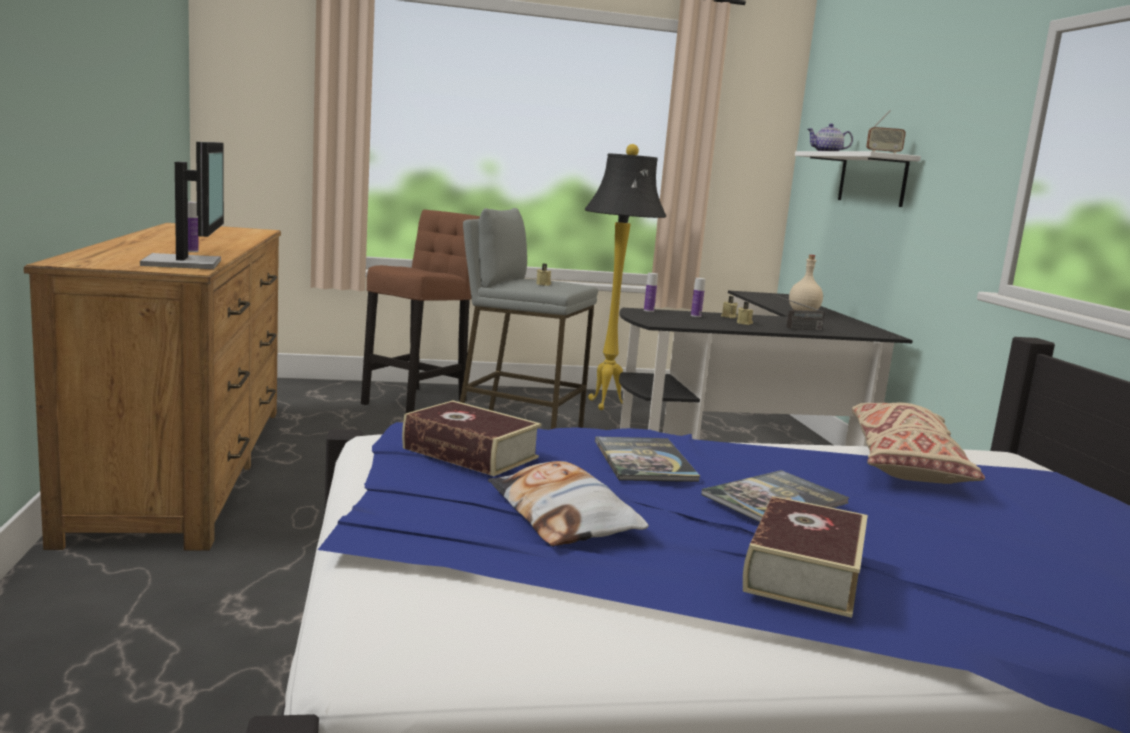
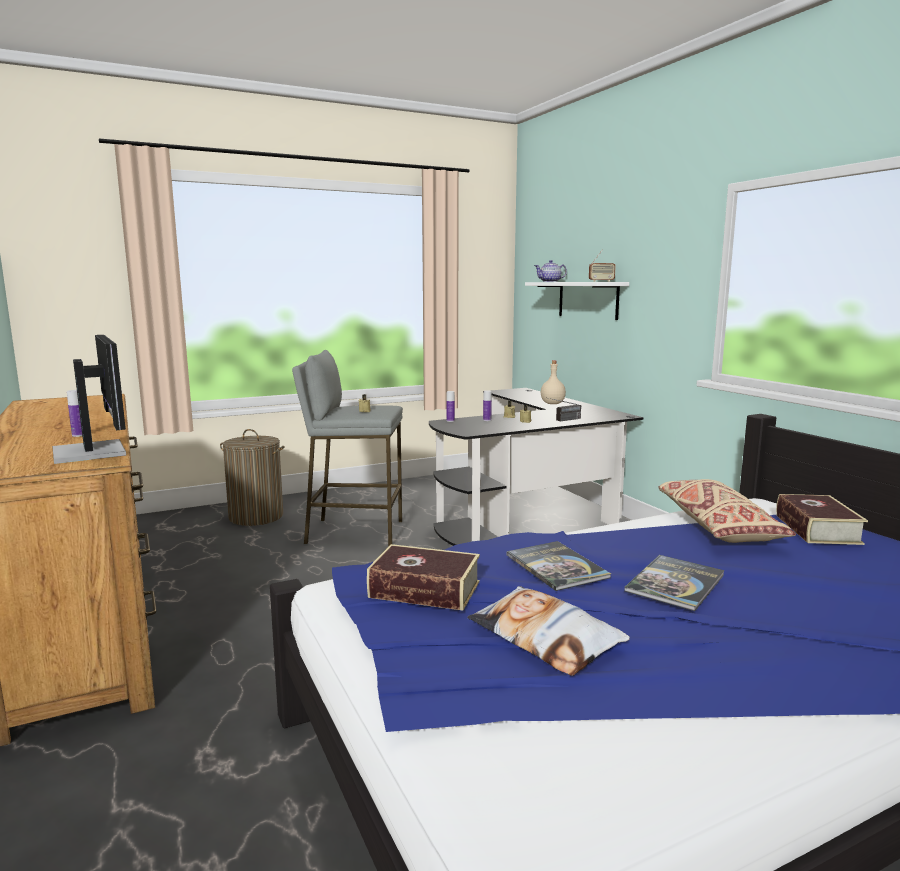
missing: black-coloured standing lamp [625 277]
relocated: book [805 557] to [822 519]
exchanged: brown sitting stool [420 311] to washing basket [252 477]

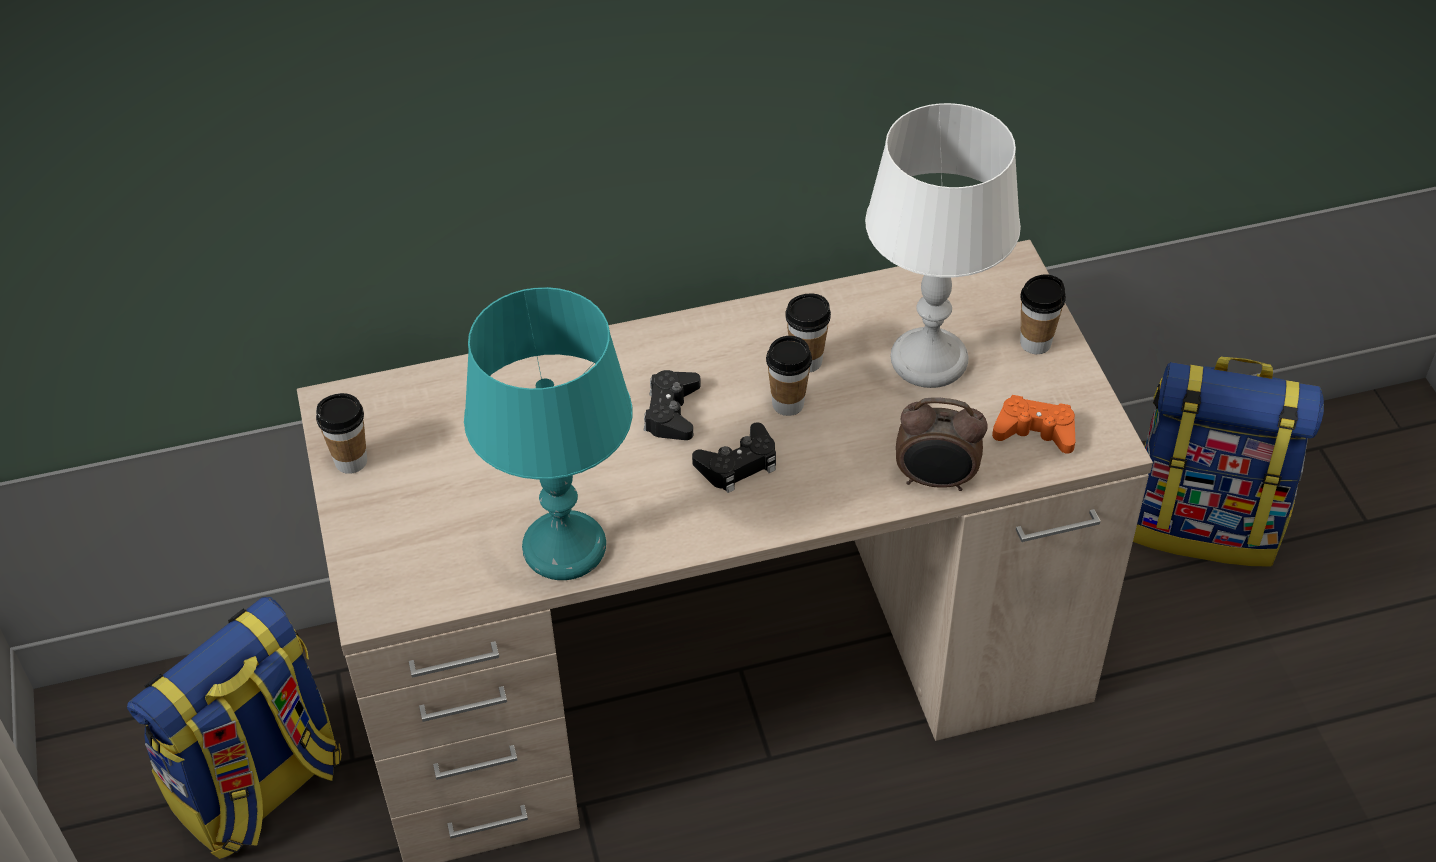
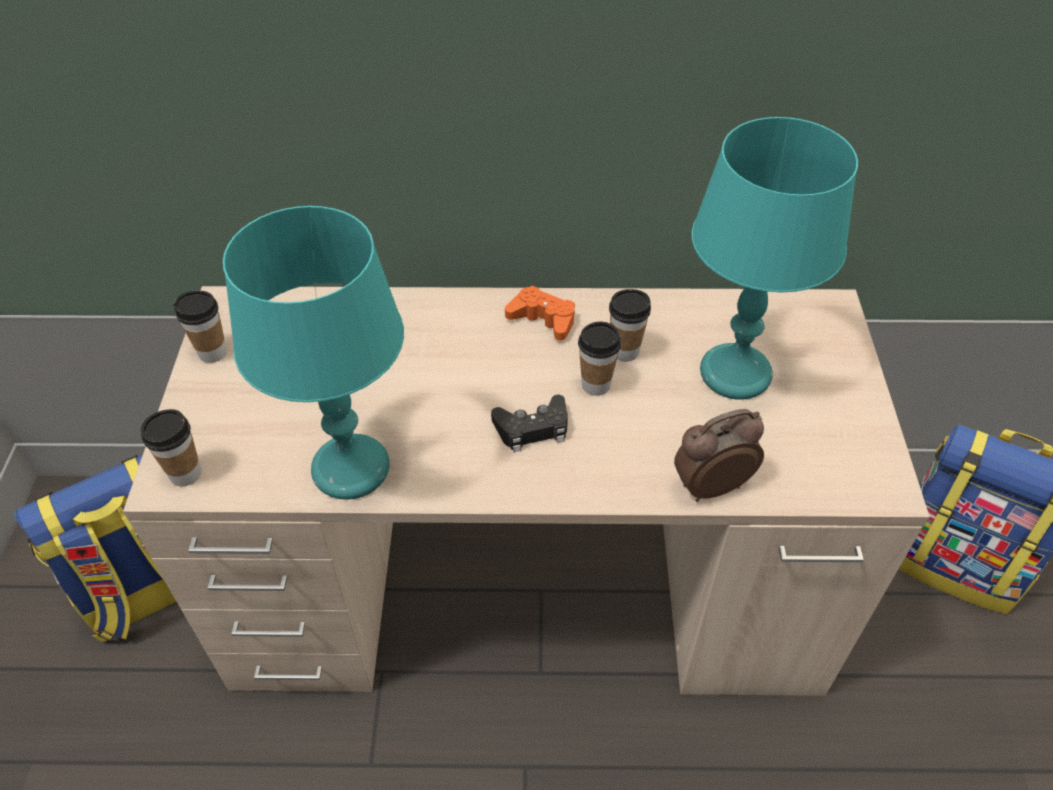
missing: black-coloured game controller [672 405]
relocated: orange-coloured game controller [1034 424] to [540 313]; drinking cup [1043 314] to [171 447]
colour: white-coloured table lamp [943 245] to turquoise table lamp [774 258]
spun: bedside clock [941 444] = [719 455] 135 degrees clockwise

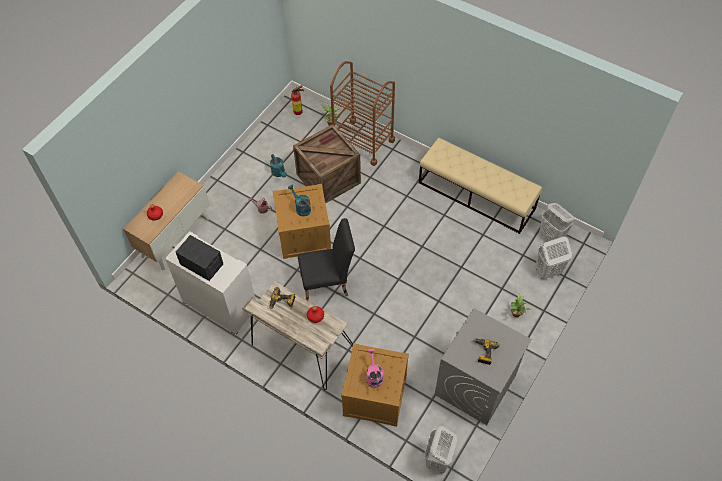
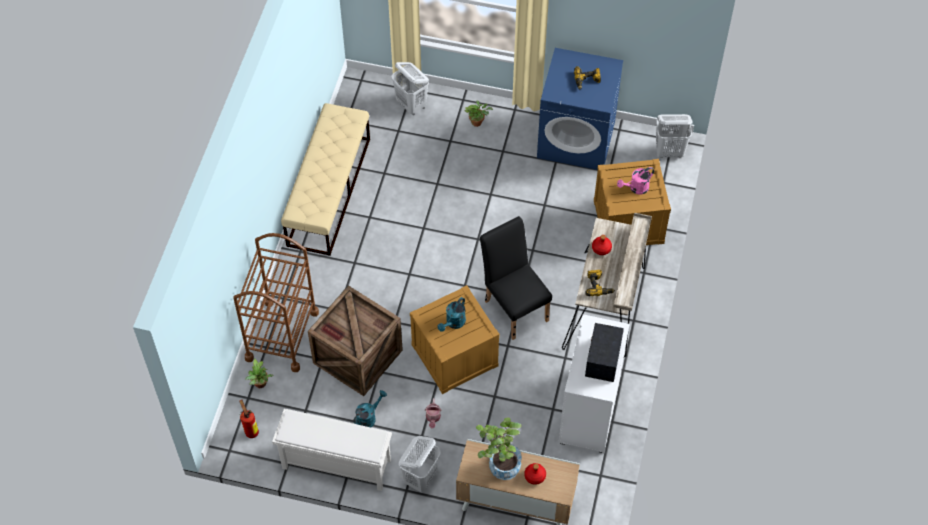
appeared: white-coloured shoe rack [332 450]; potted plant [499 448]
relocated: white-coloured washing basket [557 222] to [420 464]
colour: grey laundry appliance [483 366] to blue-coloured laundry appliance [580 109]

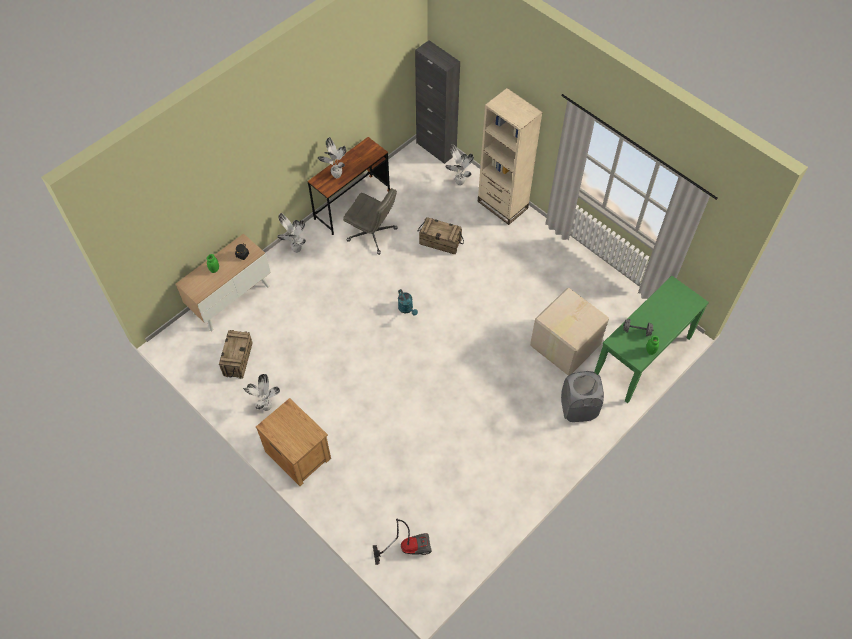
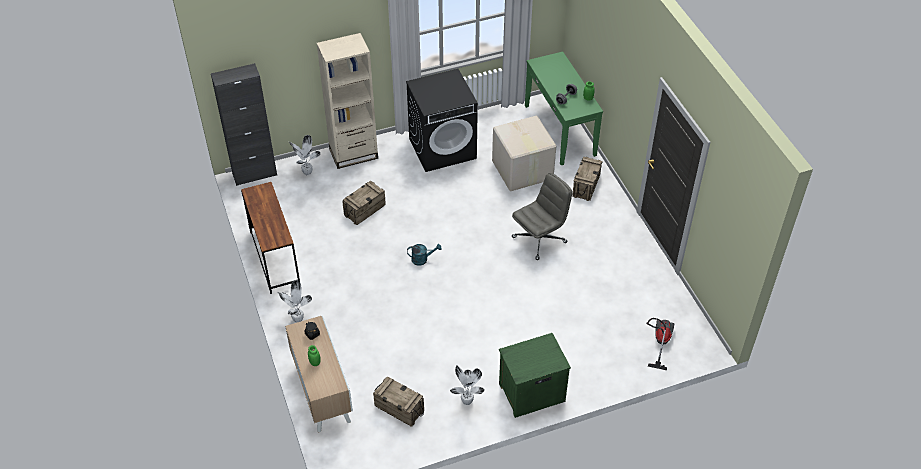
missing: potted plant [332 157]
appeared: black-coloured laundry appliance [442 120]
relocated: grey desk chair [370 221] to [542 216]
exchanged: grey washing basket [582 396] to crate [587 178]
colour: brown bedside table [293 442] to green-coloured bedside table [535 375]

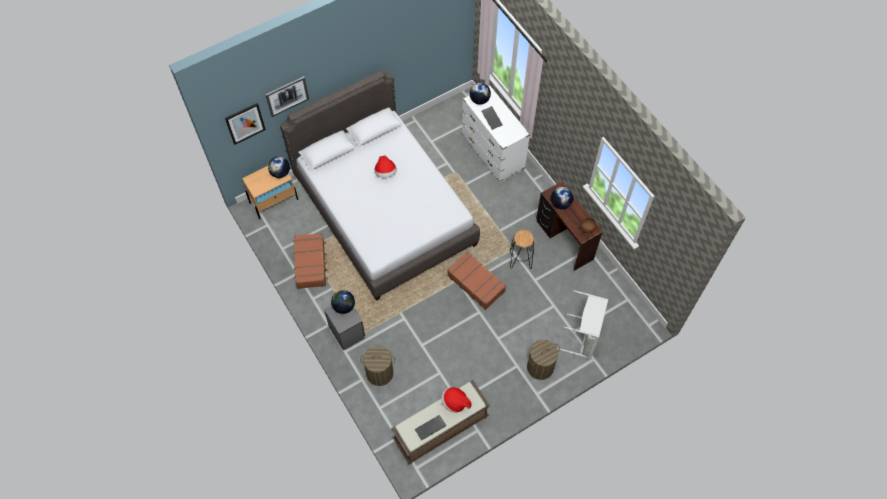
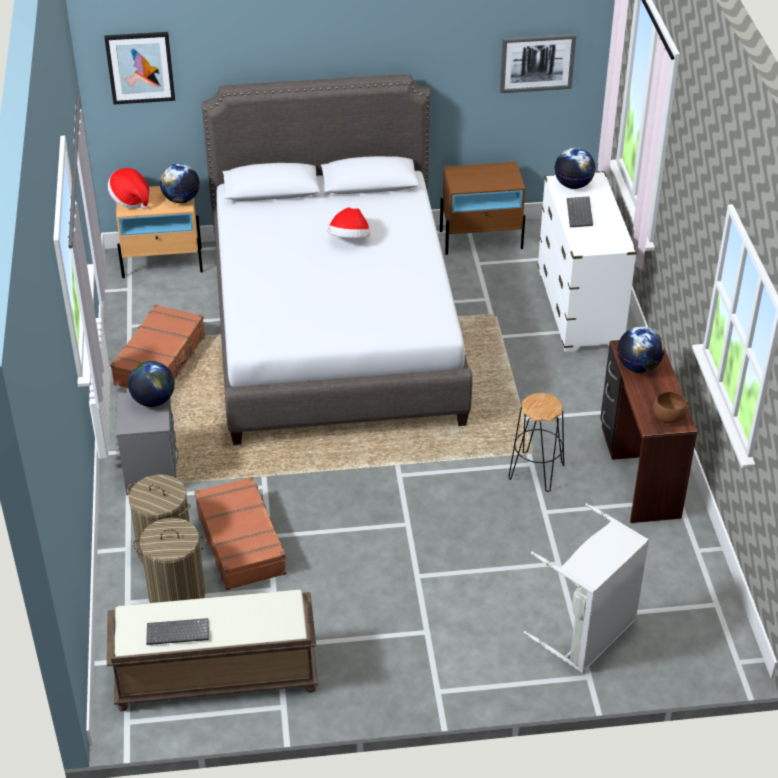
appeared: brown bedside table [482 208]
relocated: wall art [287 96] to [538 63]; wearable hat [456 400] to [129 189]; brown piece of luggage [476 281] to [241 533]; washing basket [543 360] to [169 560]

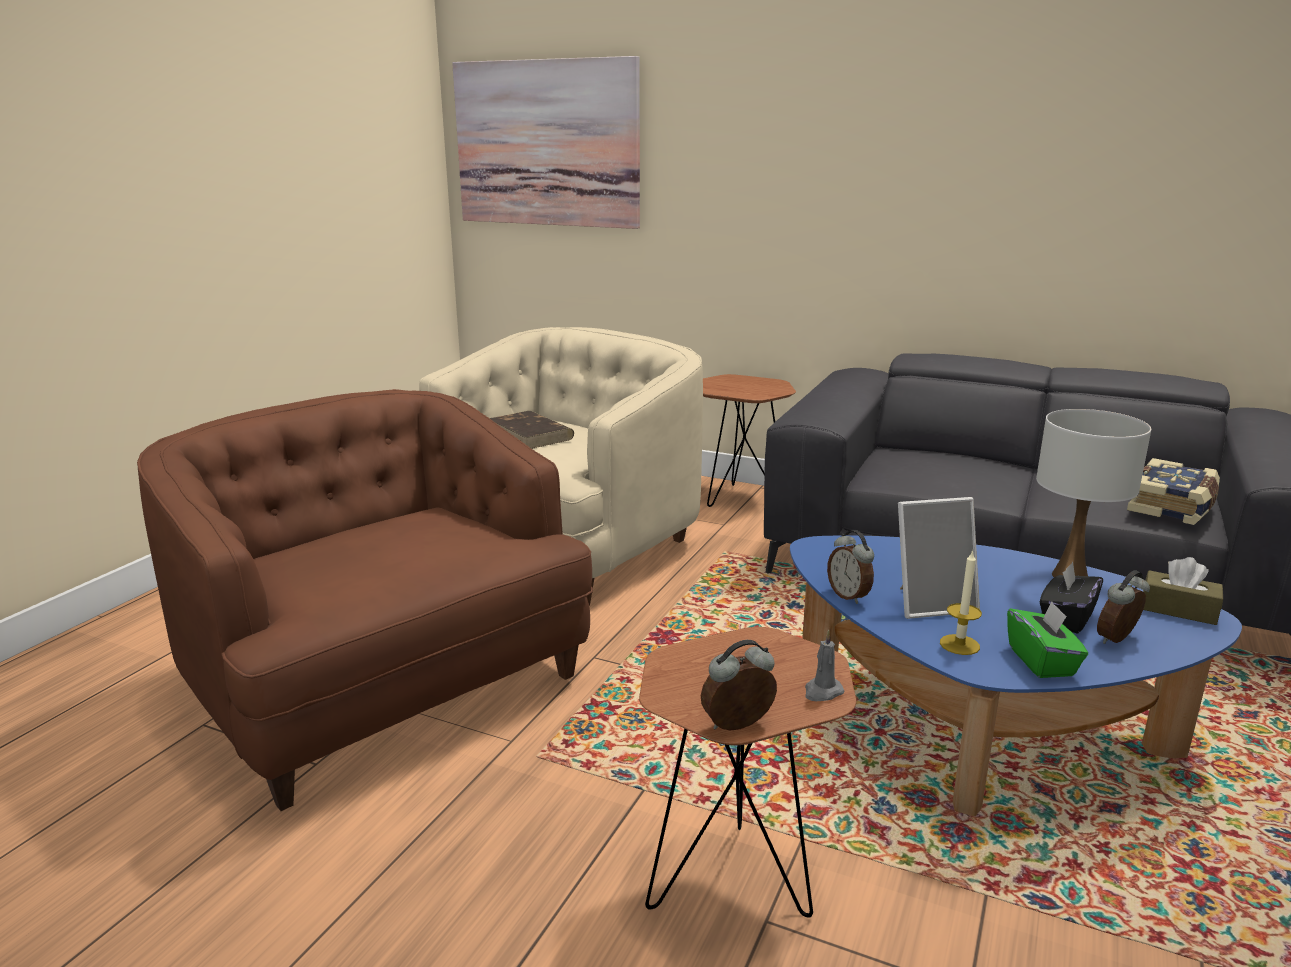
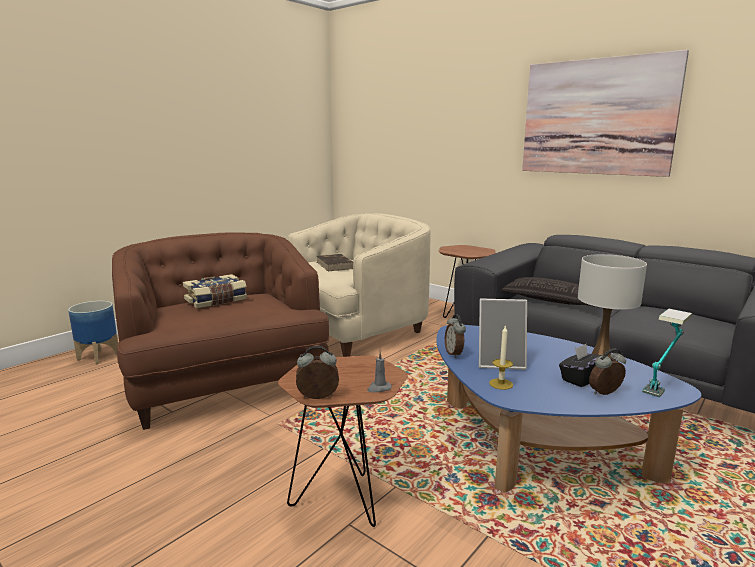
missing: green-coloured tissue box [1047 639]
appeared: plant pot [93 332]; cushion [551 292]
relocated: wall art [546 142] to [605 113]; book [1173 491] to [215 291]
exchanged: brown tissue box [1183 591] to table lamp [667 353]

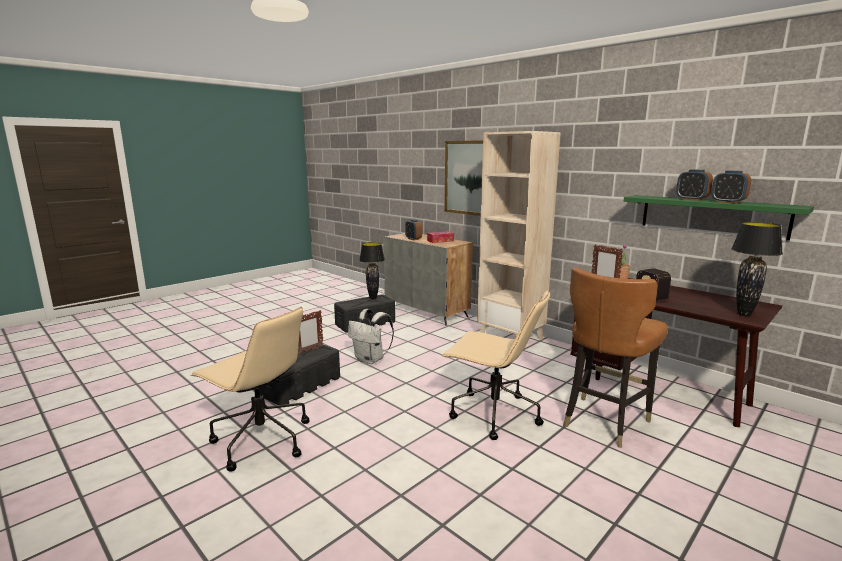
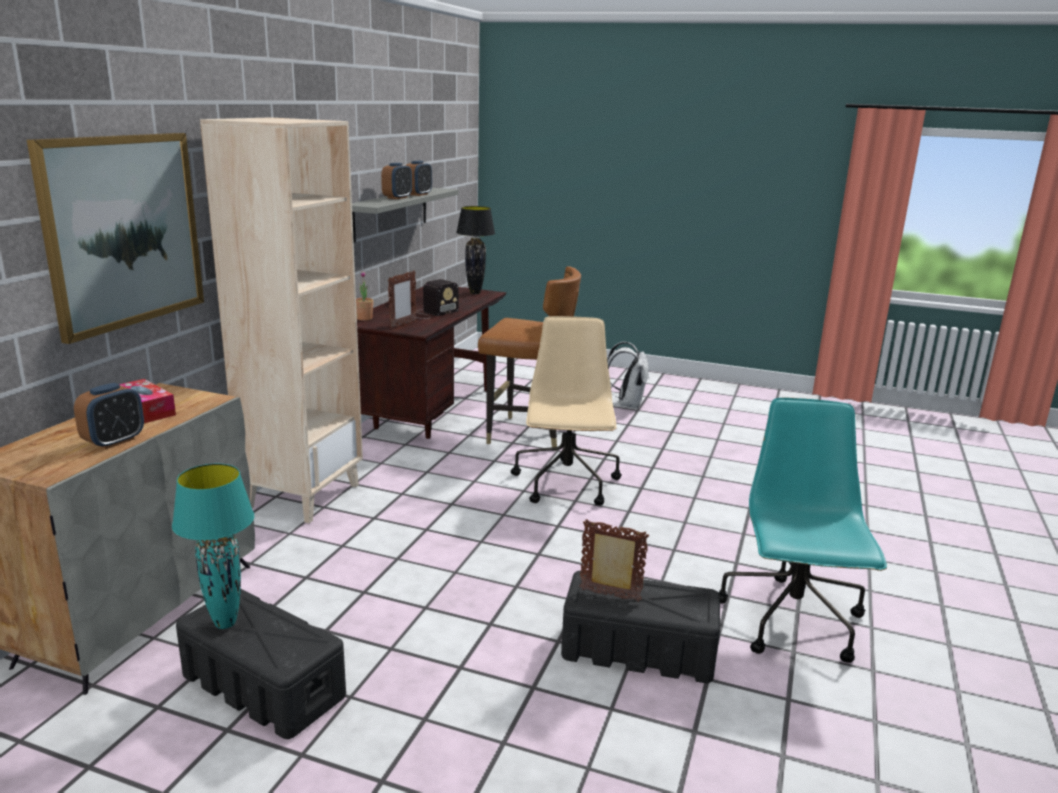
relocated: white-coloured rucksack [371 336] to [628 374]
colour: beige desk chair [250 389] to turquoise desk chair [802 530]; black-coloured table lamp [372 270] to turquoise table lamp [213 546]; green-coloured wall shelf [719 218] to grey wall shelf [405 215]

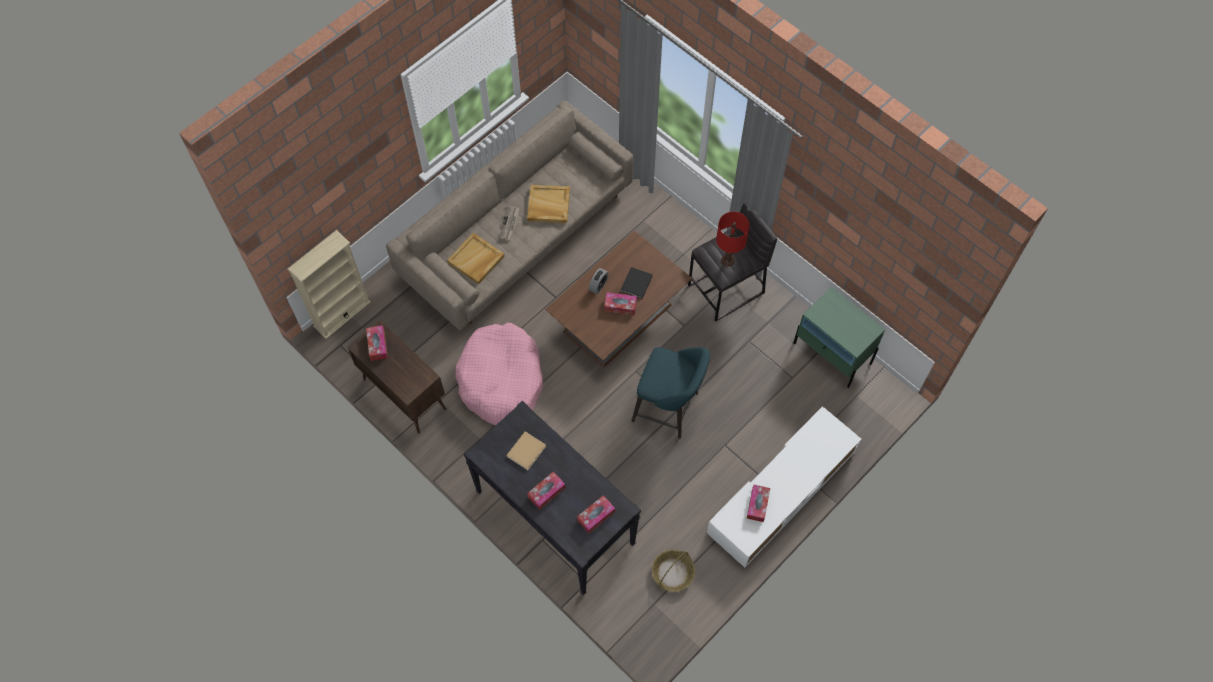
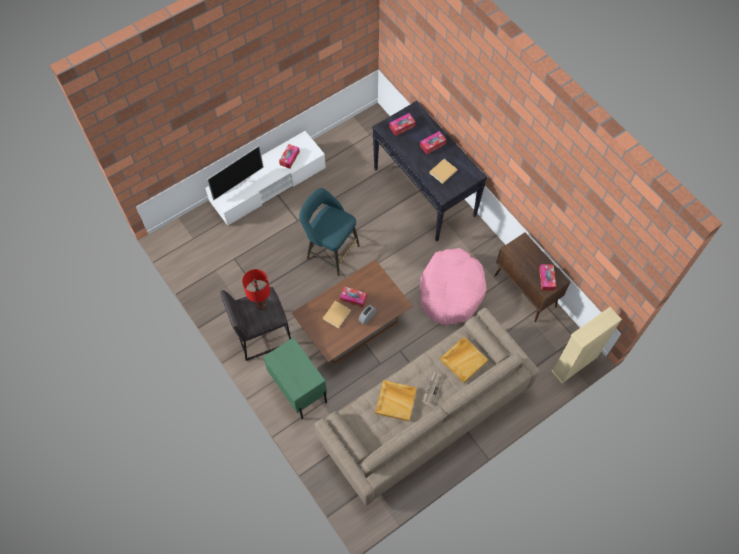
missing: storage basket [673 571]
appeared: television [235 173]
relocated: green-coloured bedside table [839 337] to [295 378]
colour: black-coloured book [637 283] to beige book [337 315]

